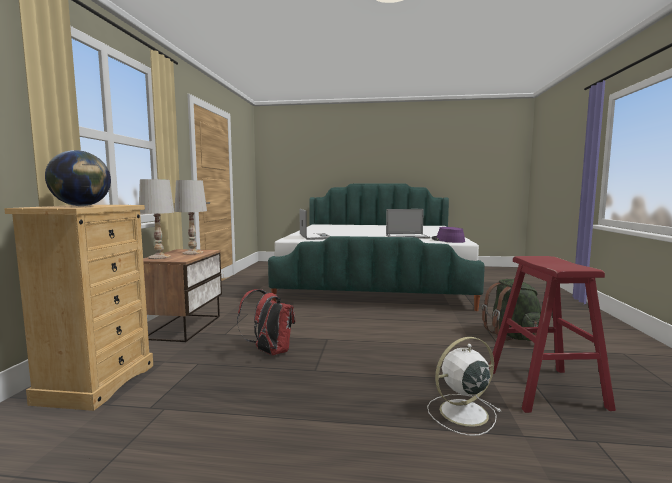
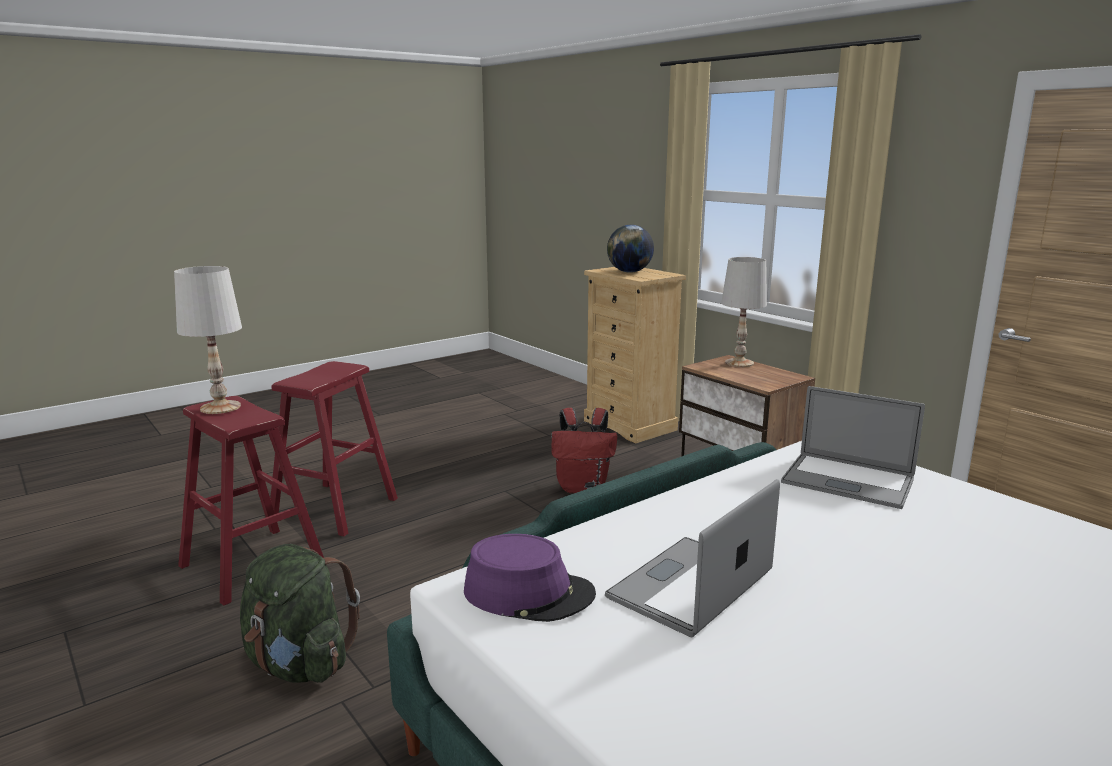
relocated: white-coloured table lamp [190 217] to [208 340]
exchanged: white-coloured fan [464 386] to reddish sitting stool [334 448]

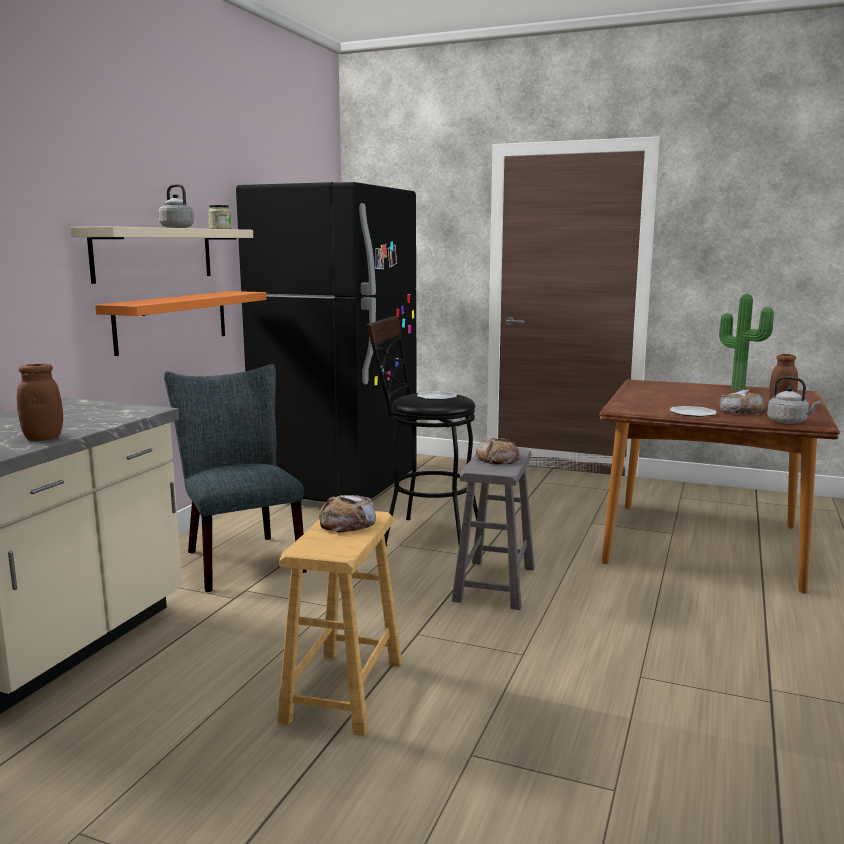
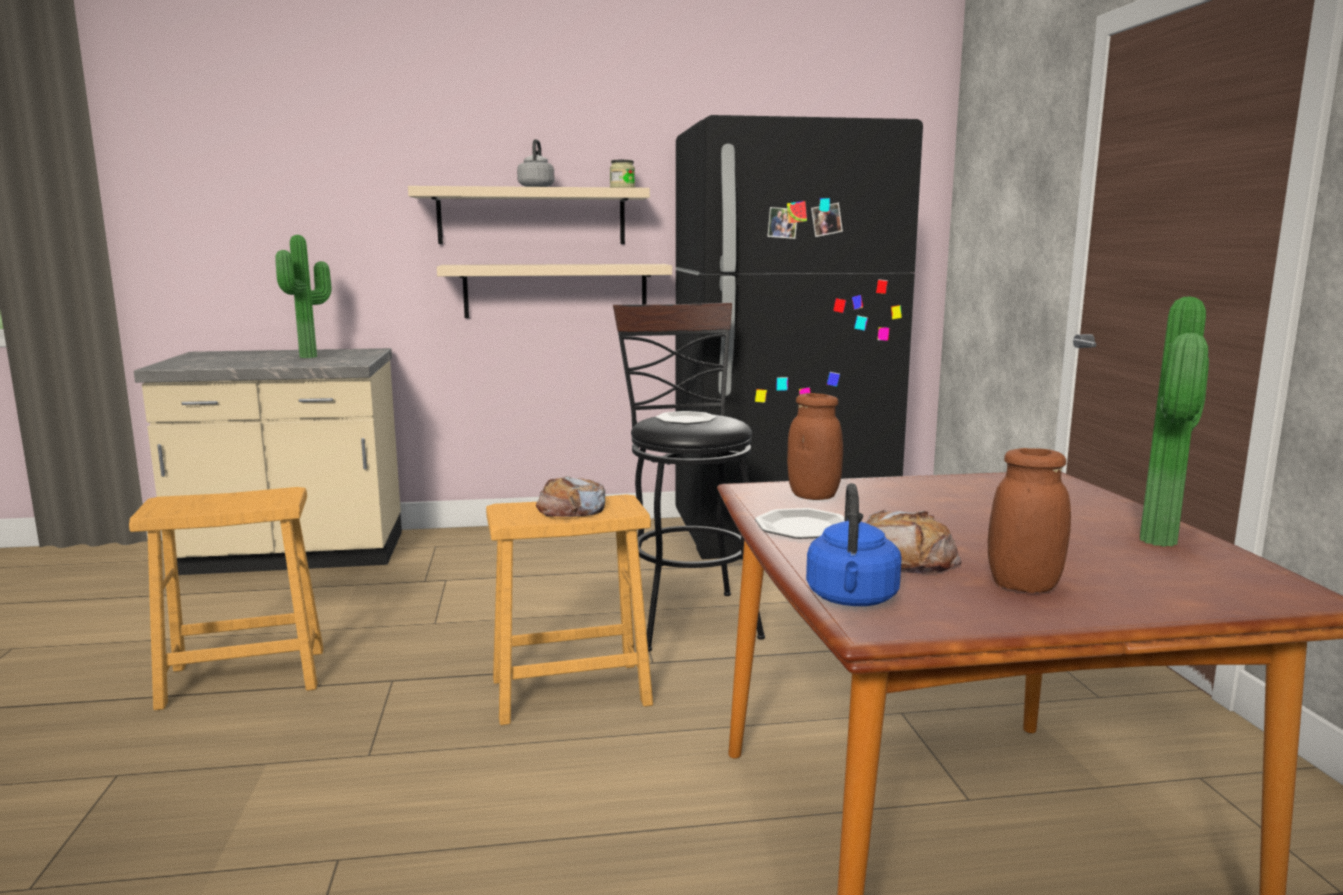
missing: grey plain chair [235 478]; bakery bread [347 514]
appeared: potted plant [303 296]
relocated: brown storage jar [40 402] to [815 446]
colour: orange-coloured wall shelf [180 323] to beige wall shelf [554 291]; grey sitting stool [493 529] to brown sitting stool [569 609]; grey kettle [794 400] to blue-coloured kettle [854 544]

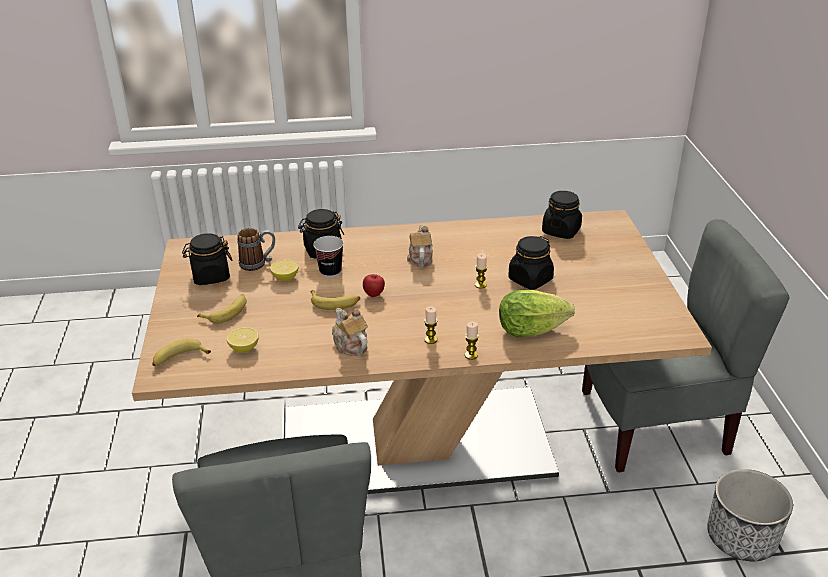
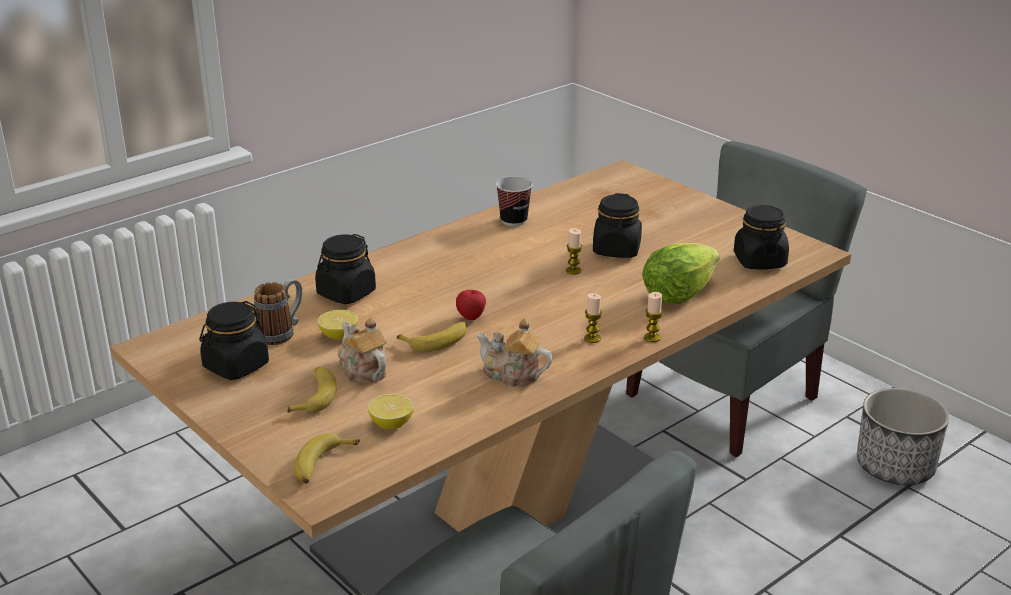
relocated: drinking cup [328 256] to [514 201]; teapot [420 246] to [362 350]; black-coloured storage jar [562 215] to [761 237]

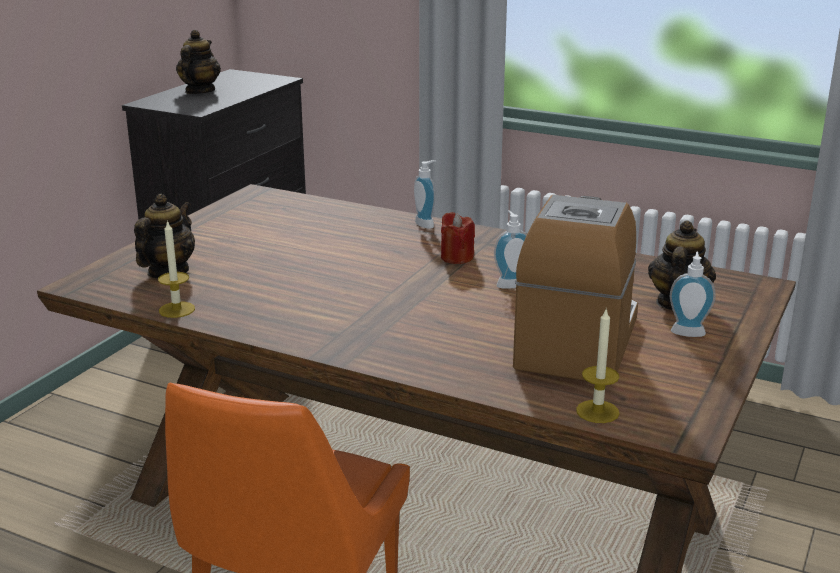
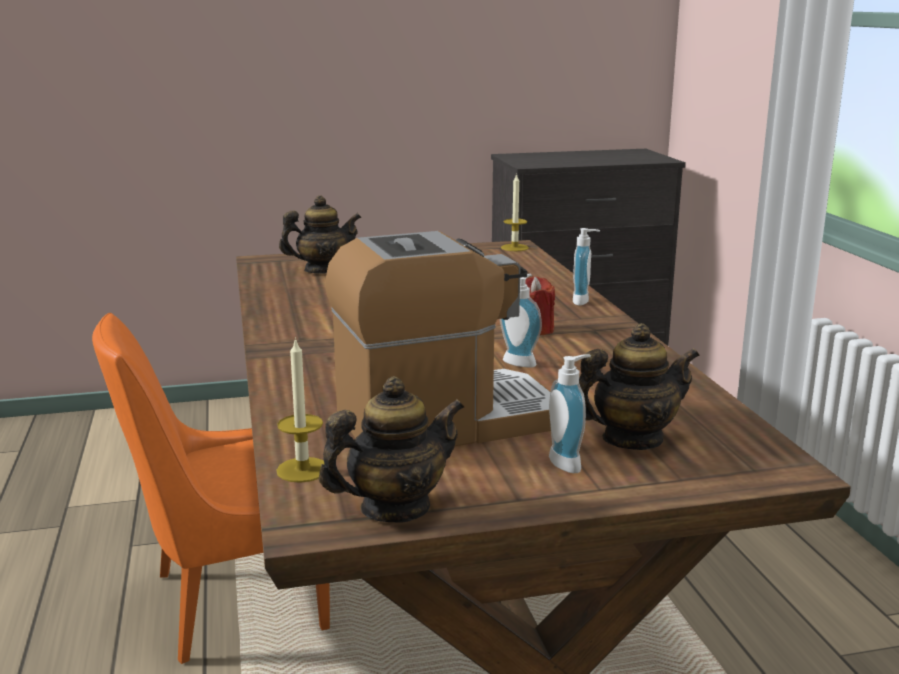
relocated: wax candle [176 269] to [515 212]; teapot [198 62] to [391 449]

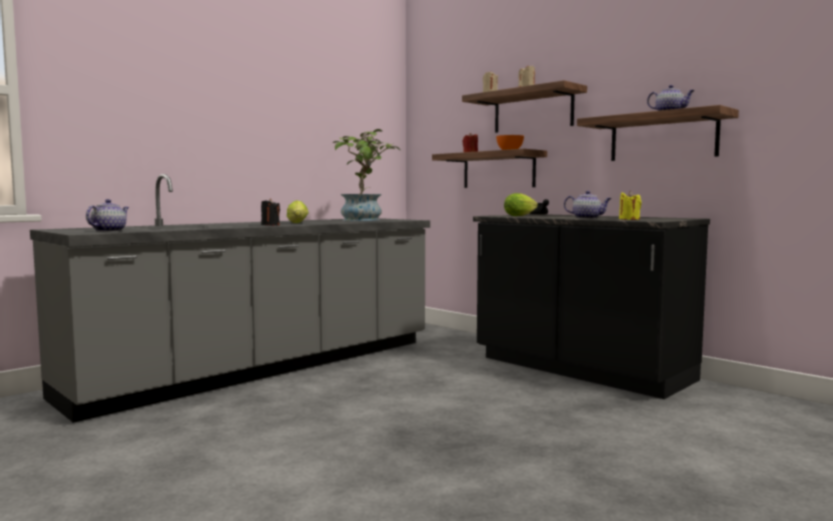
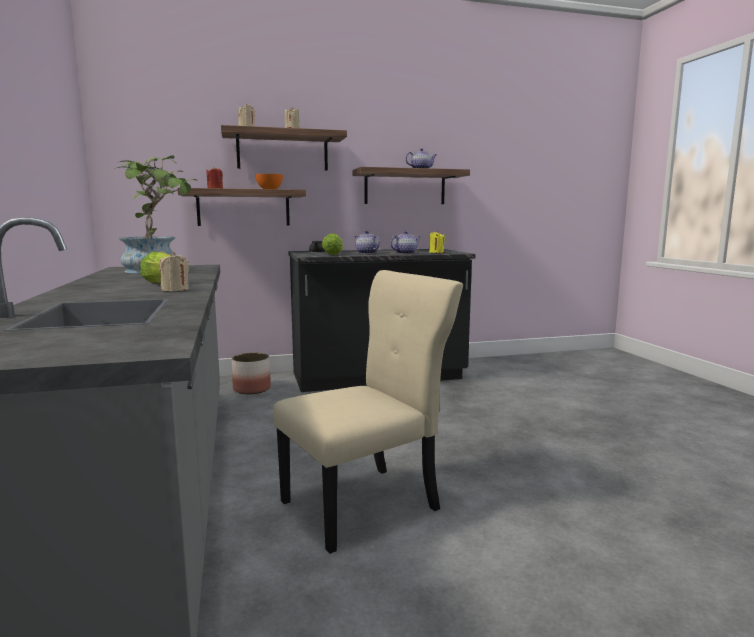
appeared: plant pot [251 373]; beige plain chair [368 412]
relocated: teapot [107 215] to [367 242]
colour: black-coloured wax candle [270 212] to beige wax candle [174 271]

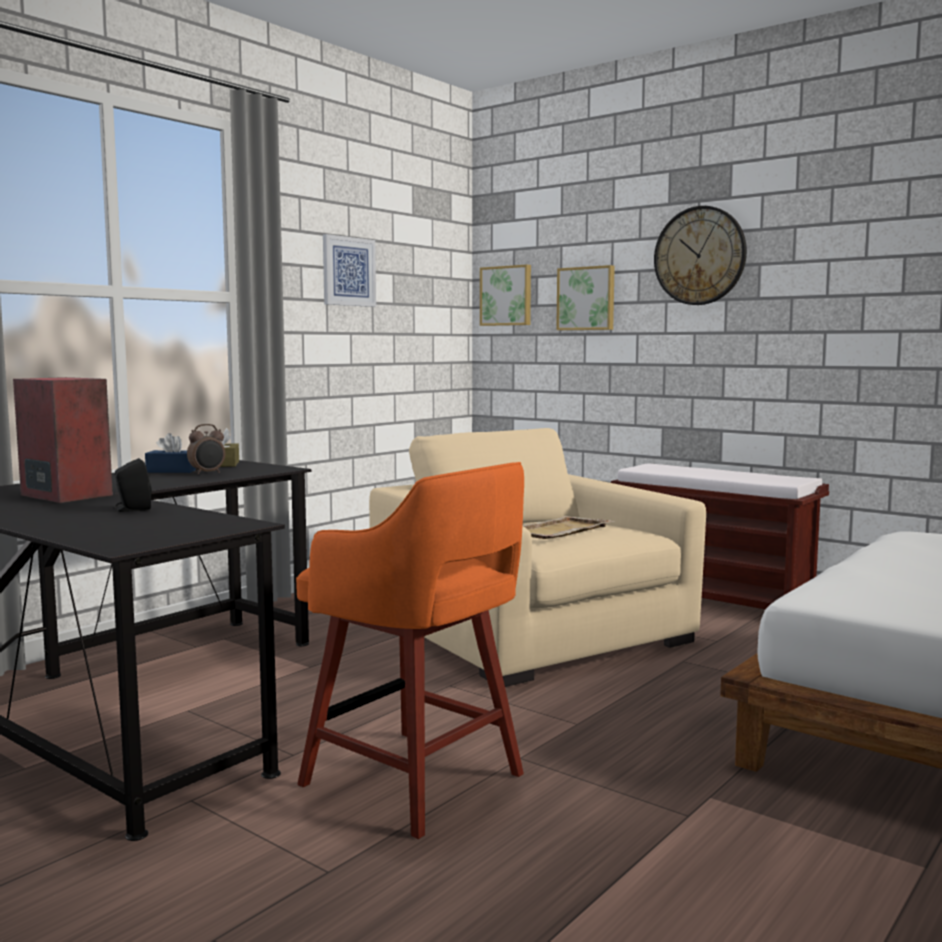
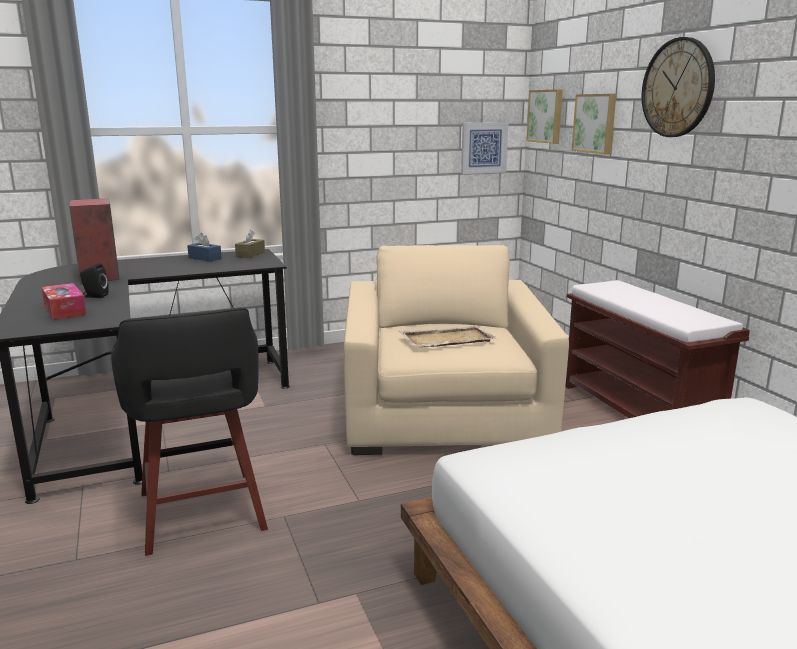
missing: bedside clock [206 449]
appeared: tissue box [63 301]
relocated: wall art [349 270] to [485 148]
colour: orange-coloured sitting stool [410 650] to black-coloured sitting stool [189 432]

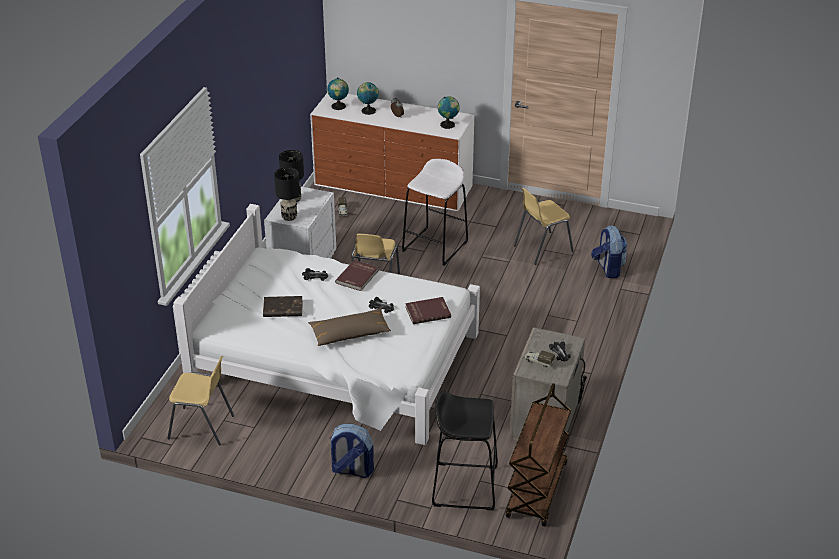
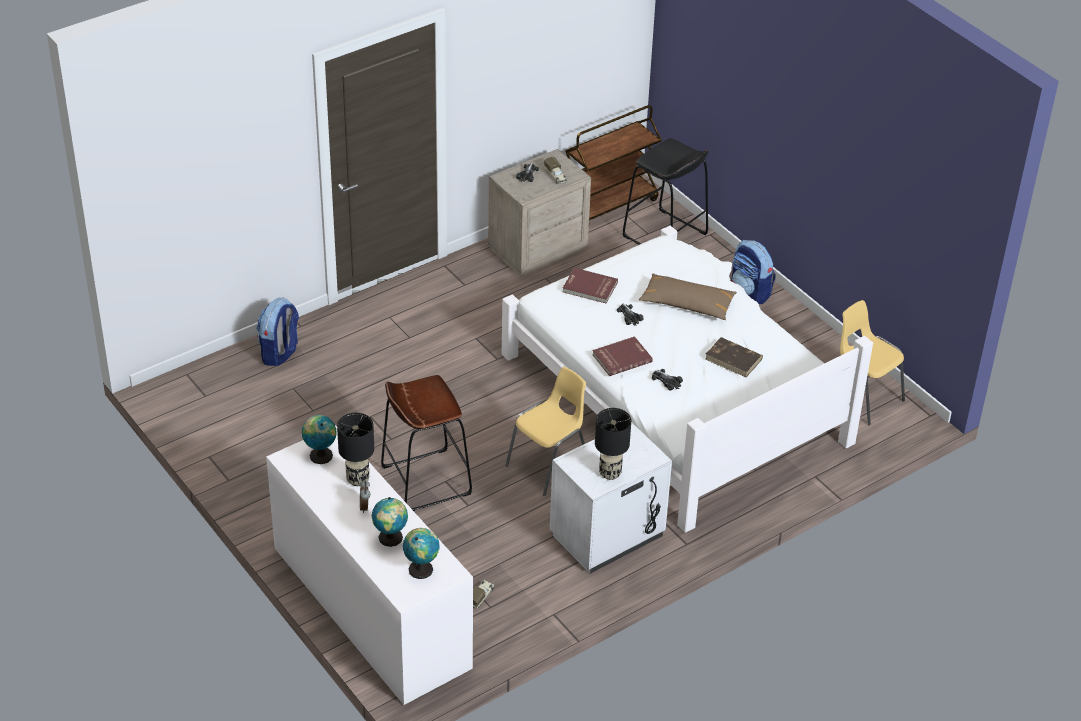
missing: yellow-coloured plain chair [544 226]
relocated: black-coloured table lamp [287 194] to [355 449]
colour: white-coloured sitting stool [435 212] to brown sitting stool [426 443]

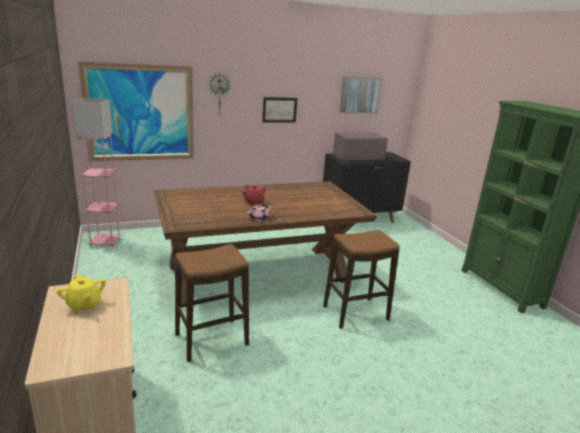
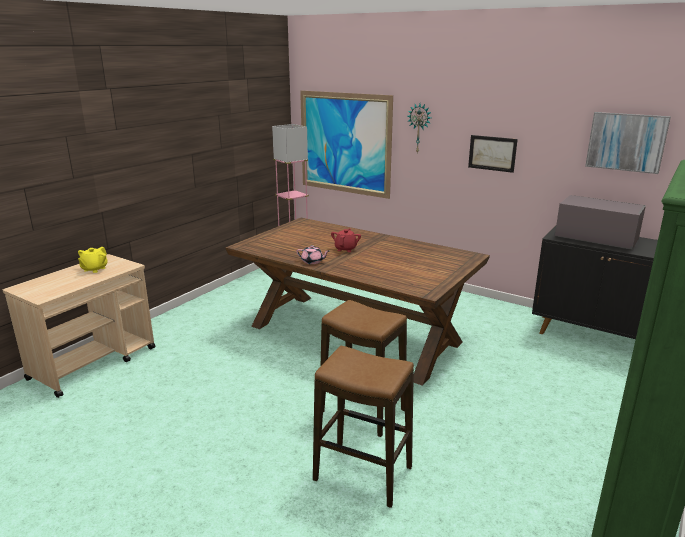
relocated: sitting stool [212 303] to [363 427]

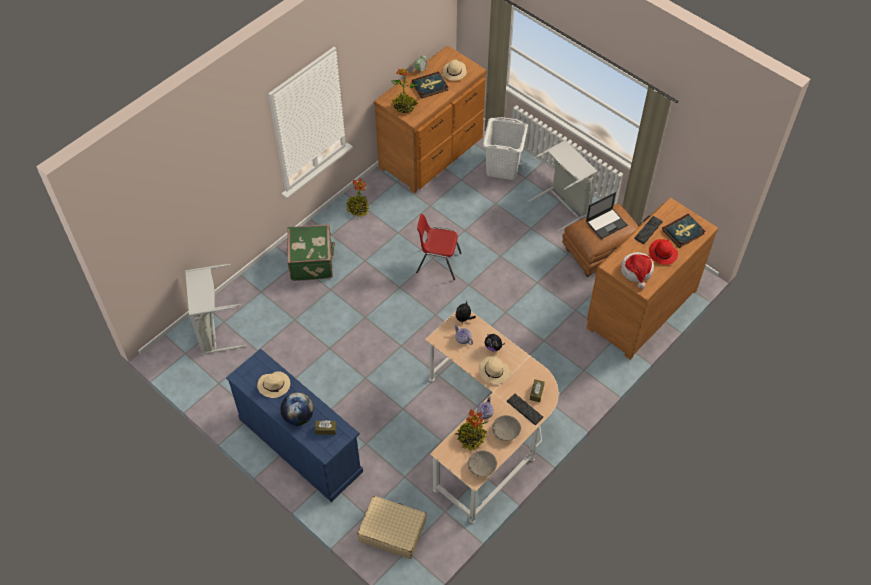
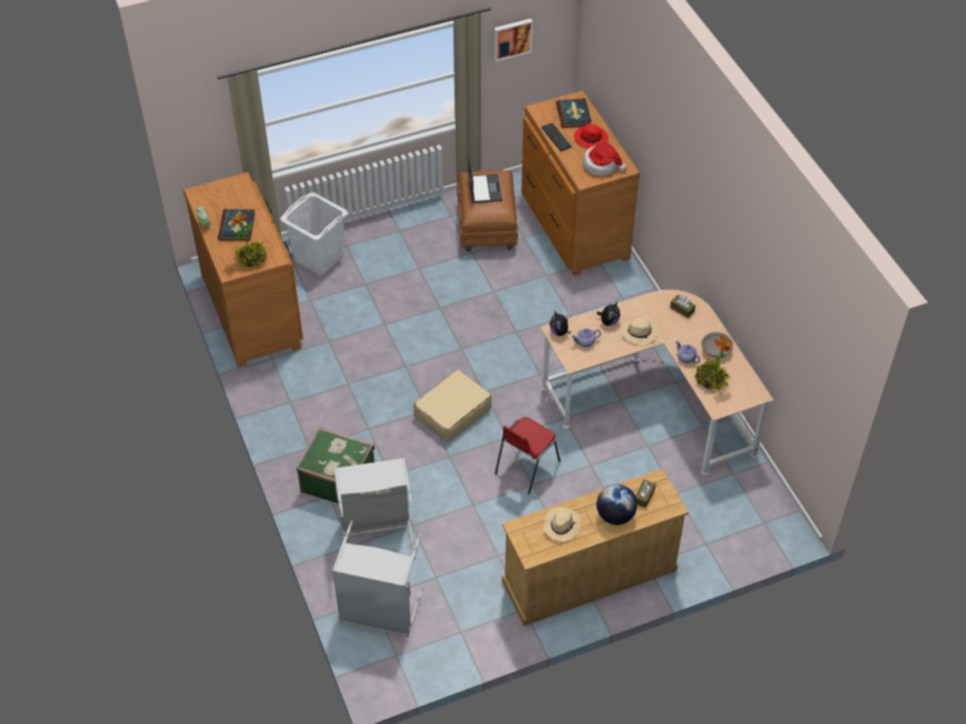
missing: potted plant [357 197]; beige wearable hat [455 70]; grey serving bowl [482 463]; PC keyboard [525 409]
appeared: wall art [513 40]
relocated: beige piece of luggage [392 527] to [453 406]; reddish plain chair [439 247] to [528 456]; grey washing basket [563 186] to [375 508]
colour: blue-coloured dresser [294 425] to beige dresser [595 547]

